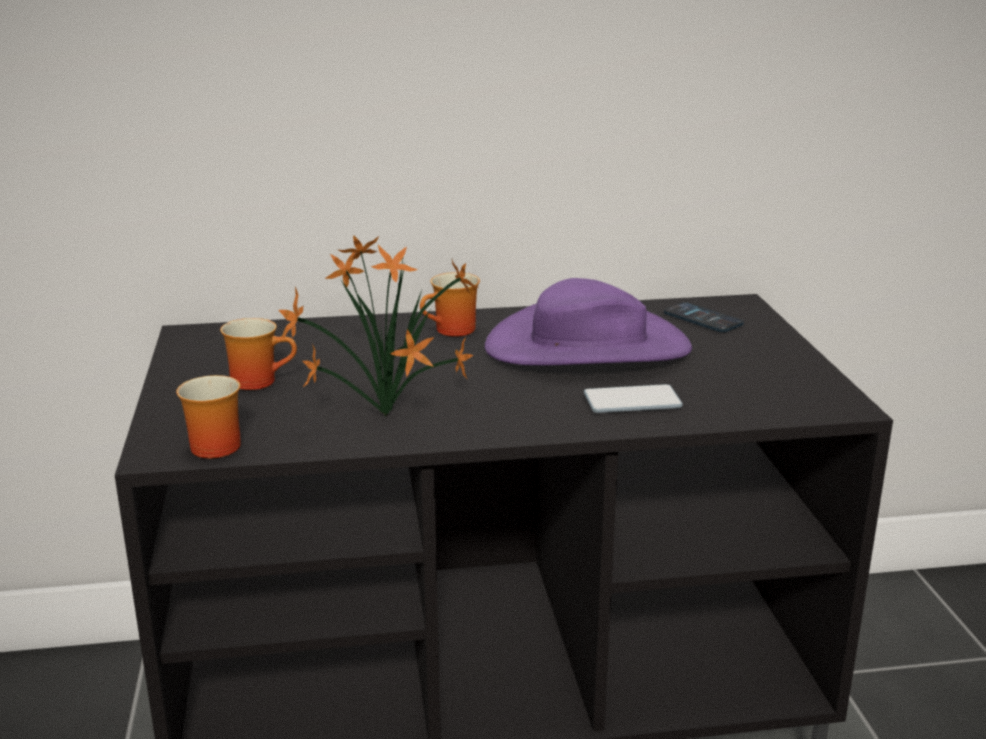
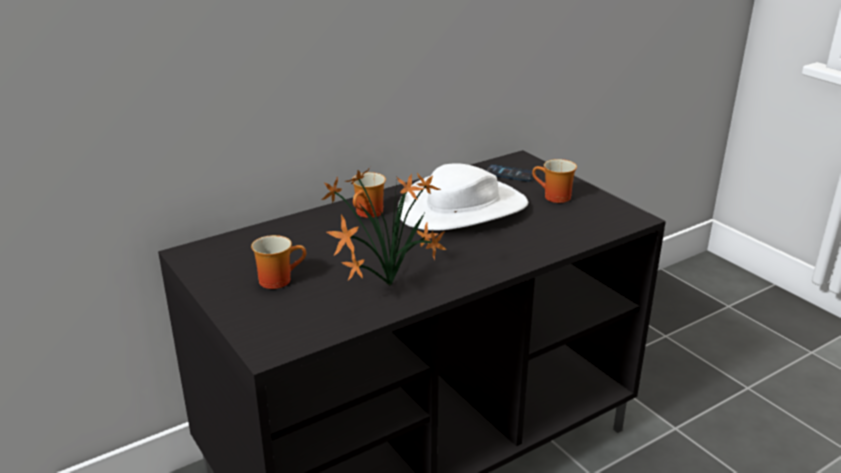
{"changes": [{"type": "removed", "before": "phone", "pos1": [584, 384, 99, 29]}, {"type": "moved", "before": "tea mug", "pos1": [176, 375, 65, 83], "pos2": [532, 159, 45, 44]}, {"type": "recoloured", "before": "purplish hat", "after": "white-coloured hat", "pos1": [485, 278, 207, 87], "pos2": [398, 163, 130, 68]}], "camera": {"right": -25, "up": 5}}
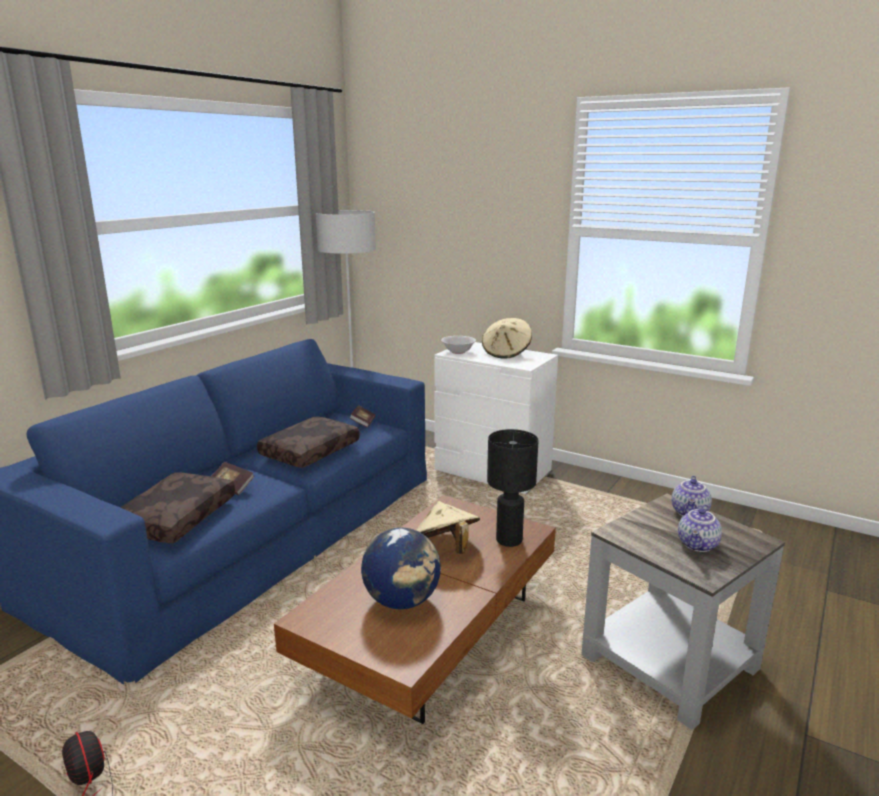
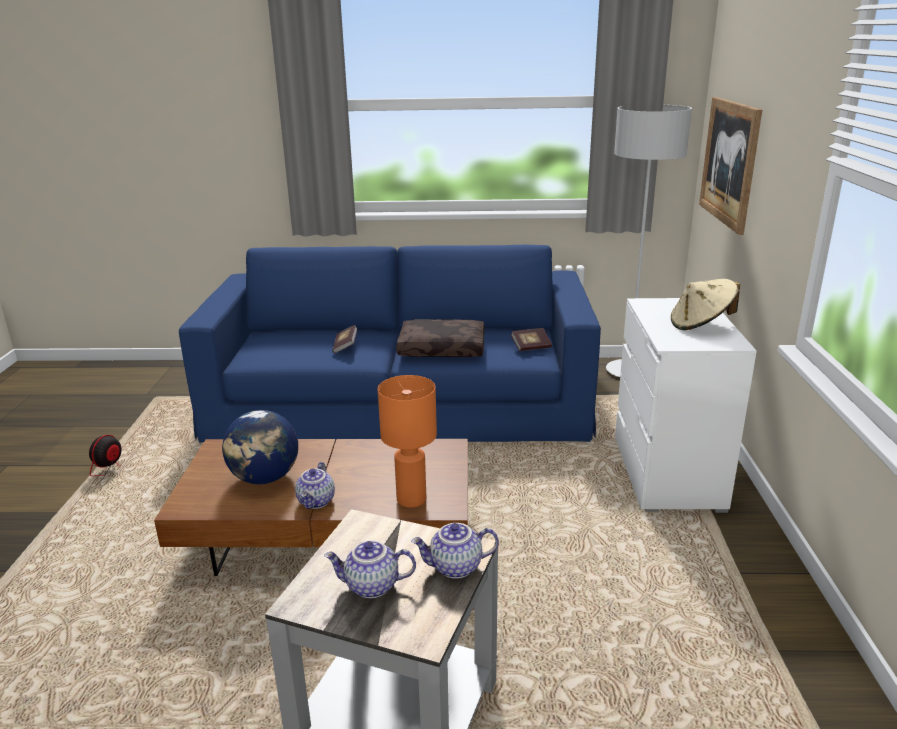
{"changes": [{"type": "removed", "before": "brownish pillow", "pos1": [120, 472, 115, 71]}, {"type": "removed", "before": "sand-coloured hat", "pos1": [416, 501, 64, 53]}, {"type": "removed", "before": "white-coloured bowl", "pos1": [441, 336, 35, 18]}, {"type": "added", "after": "tea pot", "pos2": [295, 462, 40, 47]}, {"type": "added", "after": "wall picture", "pos2": [699, 97, 63, 138]}, {"type": "recoloured", "before": "blackish tabletop lamp", "after": "orange-coloured tabletop lamp", "pos1": [487, 429, 52, 118], "pos2": [378, 375, 59, 133]}], "camera": {"right": 60, "up": 5}}
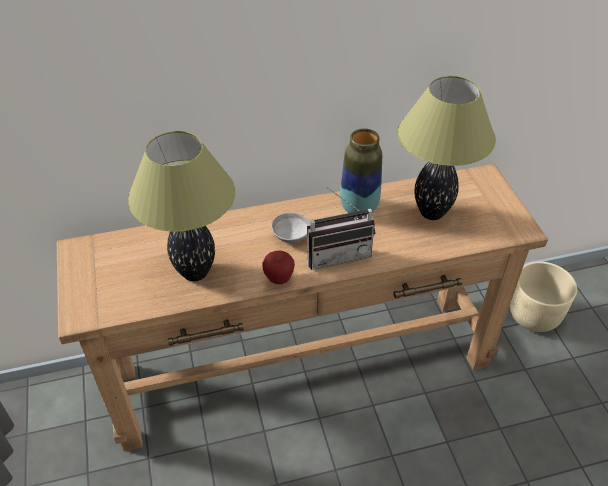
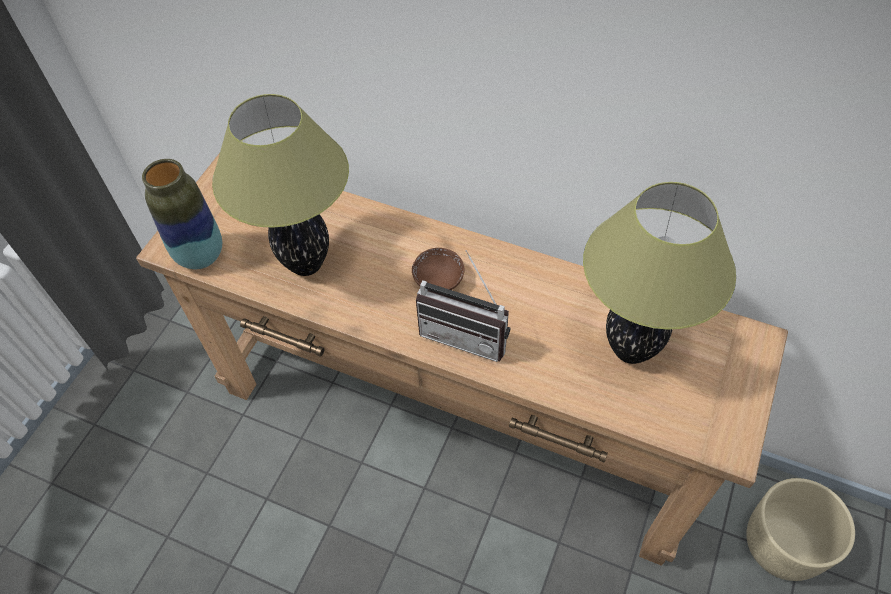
{"changes": [{"type": "removed", "before": "apple", "pos1": [262, 250, 33, 34]}, {"type": "moved", "before": "decorative vase", "pos1": [340, 129, 42, 84], "pos2": [142, 159, 80, 110]}, {"type": "recoloured", "before": "greyish bowl", "after": "brownish bowl", "pos1": [271, 212, 39, 31], "pos2": [412, 248, 52, 42]}], "camera": {"right": 40, "up": 10}}
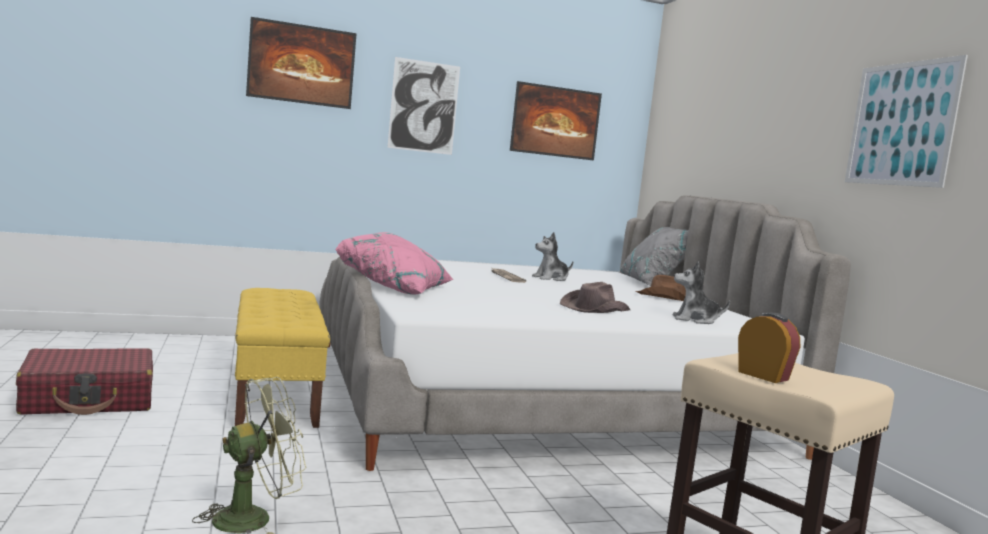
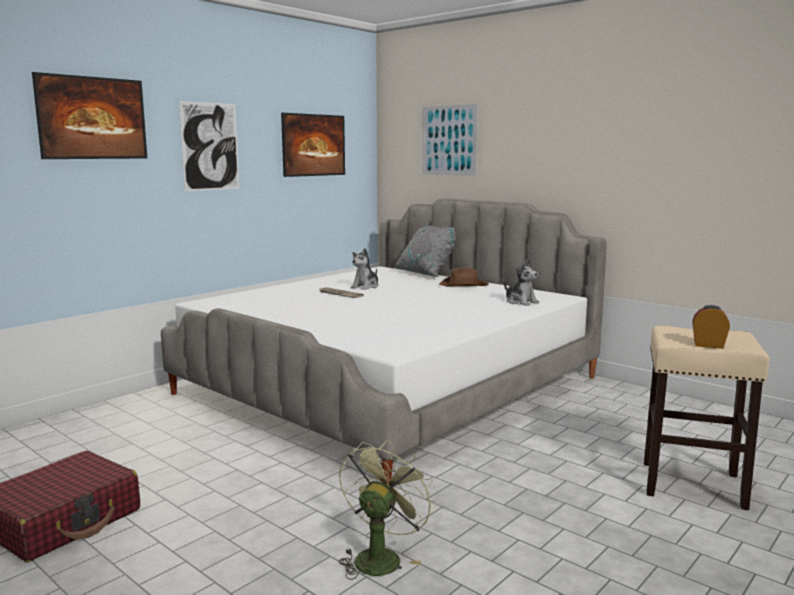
{"changes": [{"type": "removed", "before": "yellowish indoor bench", "pos1": [235, 288, 95, 140]}, {"type": "removed", "before": "pink pillow", "pos1": [335, 232, 119, 62]}, {"type": "removed", "before": "brownish hat", "pos1": [560, 282, 70, 31]}, {"type": "moved", "before": "wall picture", "pos1": [845, 55, 123, 133], "pos2": [422, 104, 56, 72]}, {"type": "turned", "before": "soft toy", "pos1": [673, 262, 57, 62], "pos2": [504, 259, 35, 47], "turn": -105}], "camera": {"right": -30, "up": 5}}
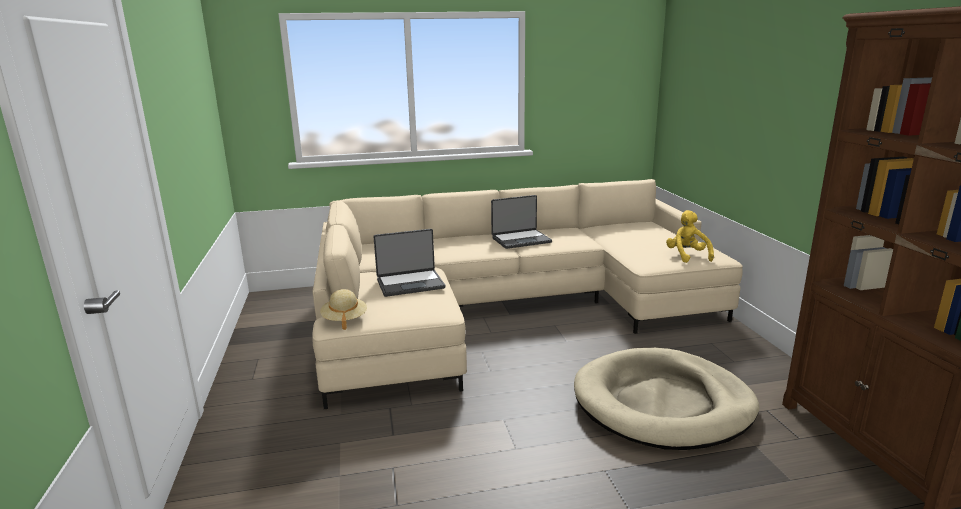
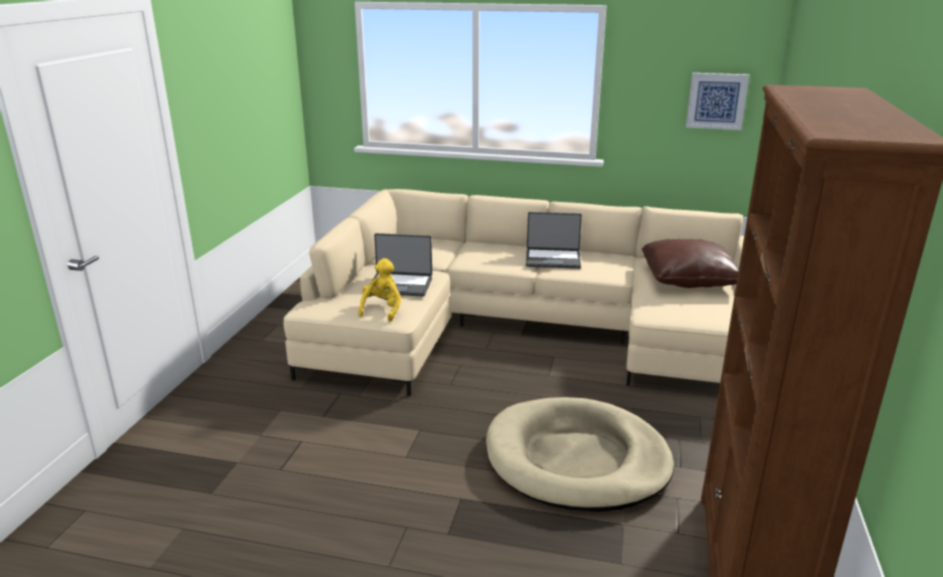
{"changes": [{"type": "removed", "before": "sand-coloured hat", "pos1": [320, 289, 47, 41]}, {"type": "added", "after": "brownish pillow", "pos2": [642, 239, 97, 49]}, {"type": "added", "after": "wall picture", "pos2": [686, 73, 63, 57]}, {"type": "moved", "before": "yellowish soft toy", "pos1": [666, 210, 48, 53], "pos2": [358, 258, 43, 64]}], "camera": {"right": 25, "up": 5}}
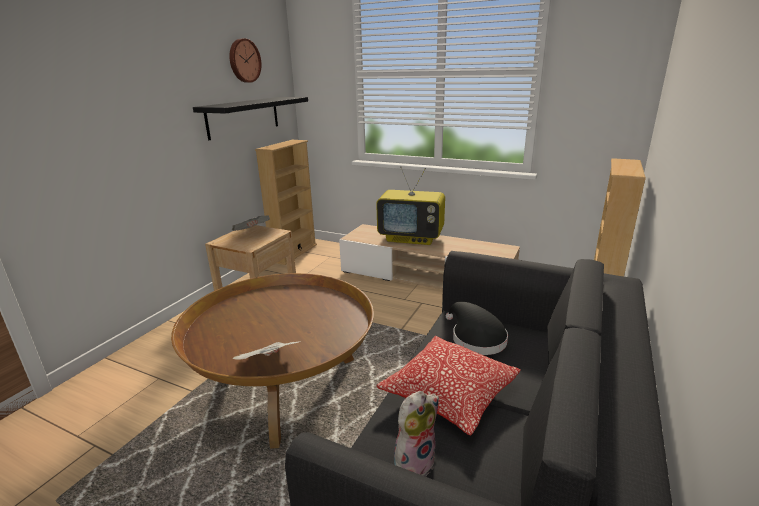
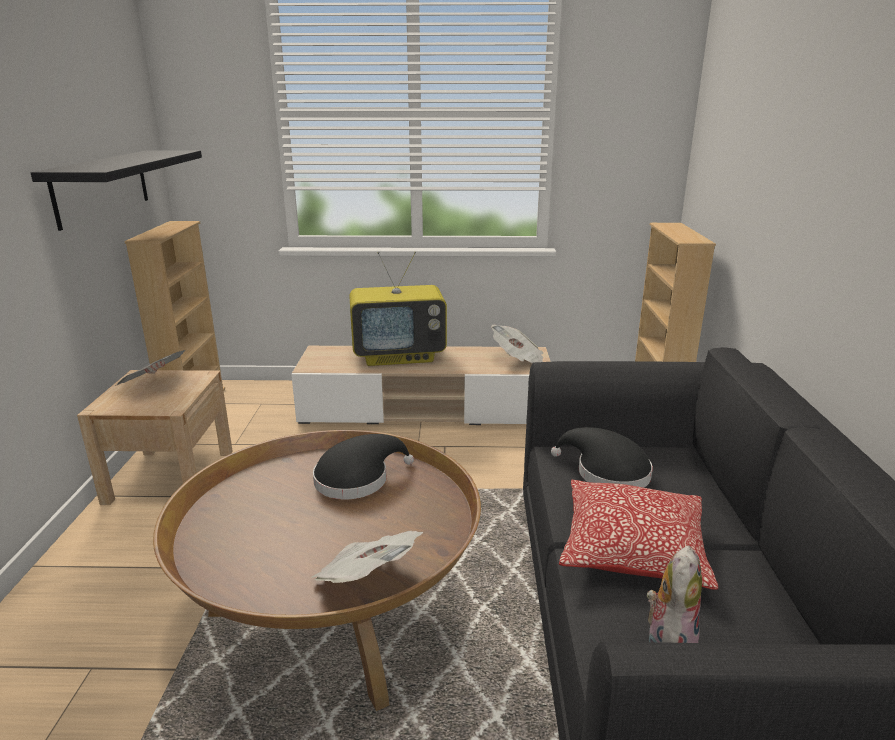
{"changes": [{"type": "removed", "before": "hanging clock", "pos1": [229, 38, 32, 45]}, {"type": "added", "after": "blackish hat", "pos2": [313, 434, 101, 66]}, {"type": "added", "after": "printed paper", "pos2": [491, 325, 52, 38]}], "camera": {"right": -25, "up": 0}}
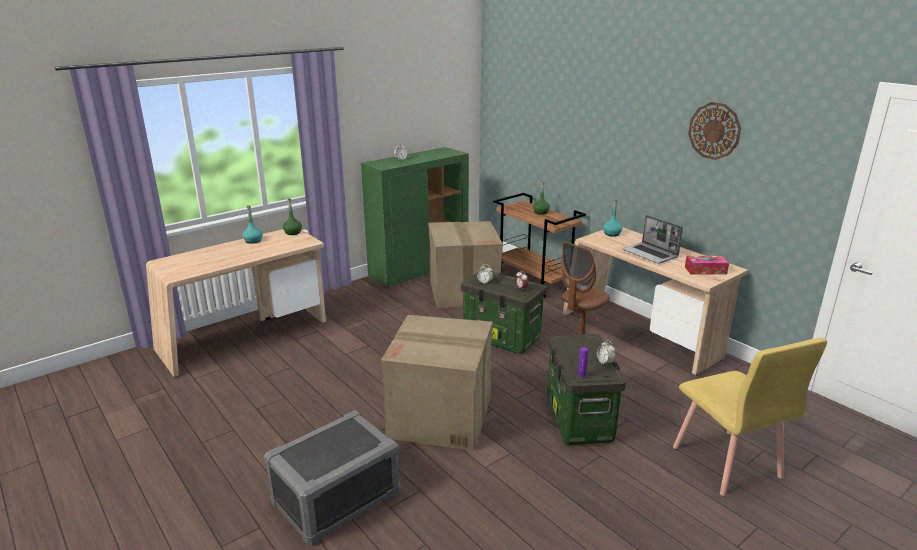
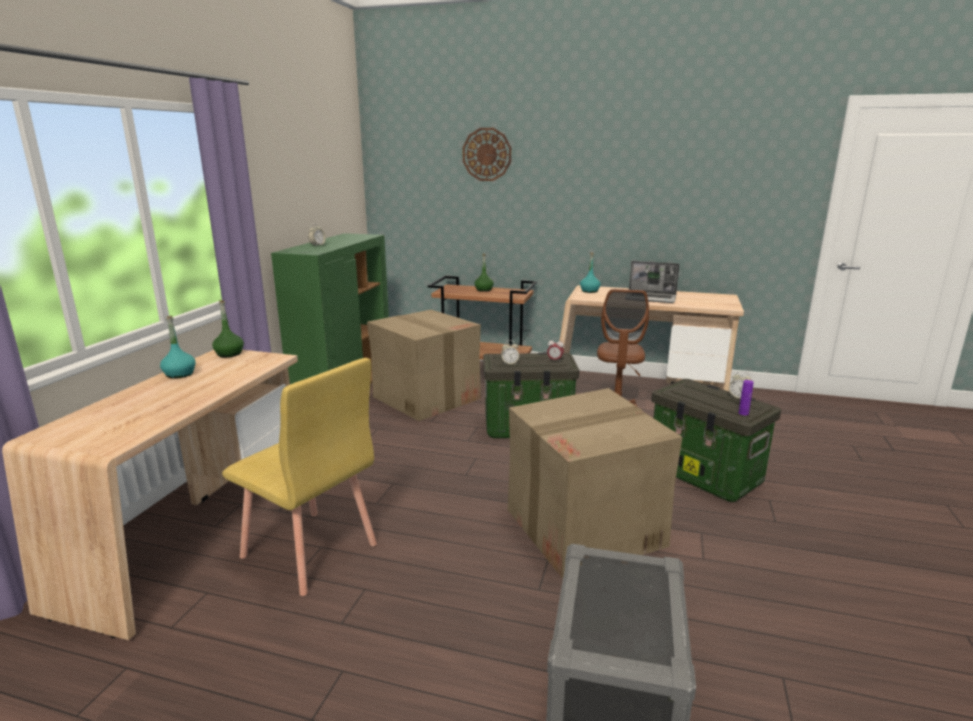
{"changes": [{"type": "removed", "before": "tissue holder", "pos1": [685, 256, 44, 19]}, {"type": "moved", "before": "yellowish upright chair", "pos1": [673, 338, 154, 158], "pos2": [222, 358, 155, 238]}, {"type": "moved", "before": "hanging clock", "pos1": [688, 102, 53, 58], "pos2": [463, 128, 48, 53]}], "camera": {"right": -35, "up": -5}}
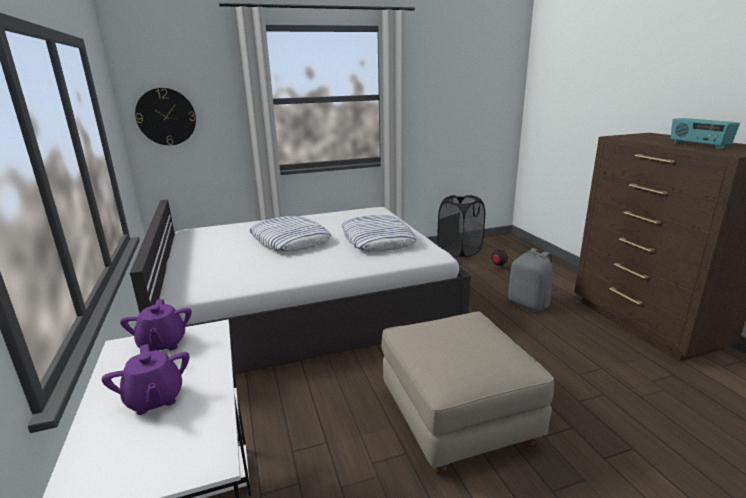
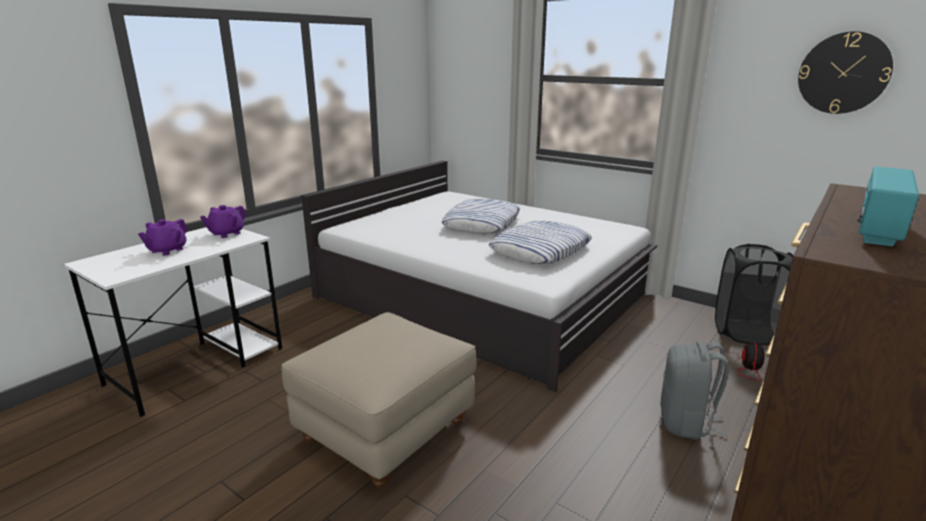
{"changes": [{"type": "moved", "before": "hanging clock", "pos1": [135, 88, 61, 57], "pos2": [798, 31, 95, 83]}], "camera": {"right": 55, "up": 0}}
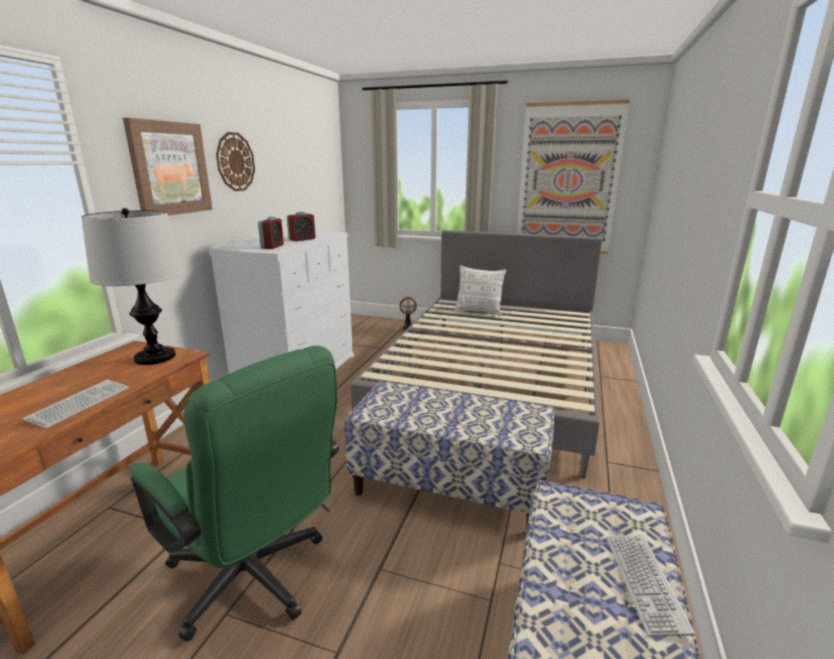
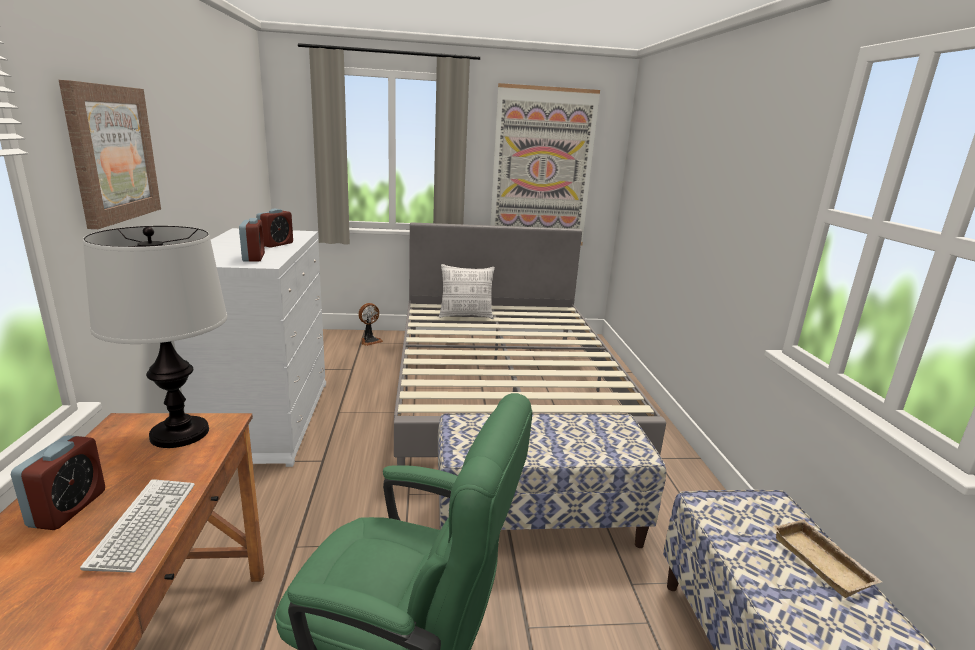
{"changes": [{"type": "removed", "before": "hanging clock", "pos1": [216, 132, 39, 59]}, {"type": "added", "after": "bedside clock", "pos2": [11, 435, 94, 95]}, {"type": "replaced", "before": "keyboard", "after": "sand-coloured carrying tray", "pos1": [607, 536, 88, 100], "pos2": [773, 519, 109, 79]}], "camera": {"right": -25, "up": 0}}
